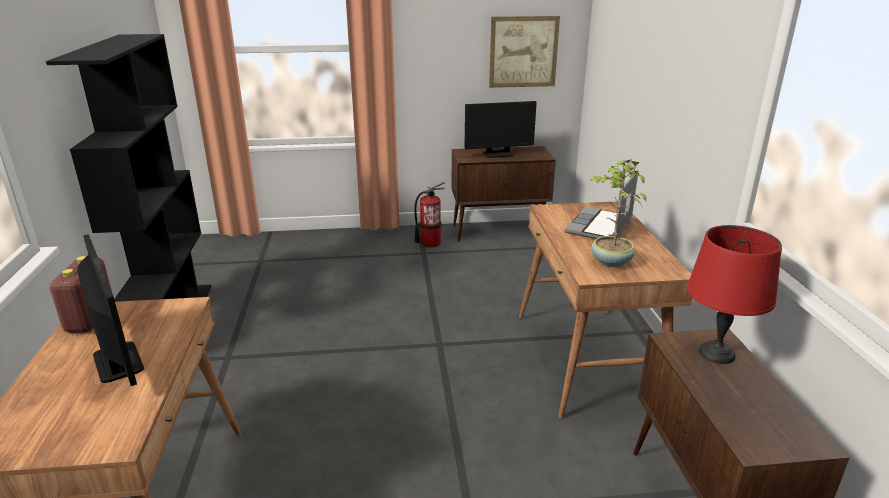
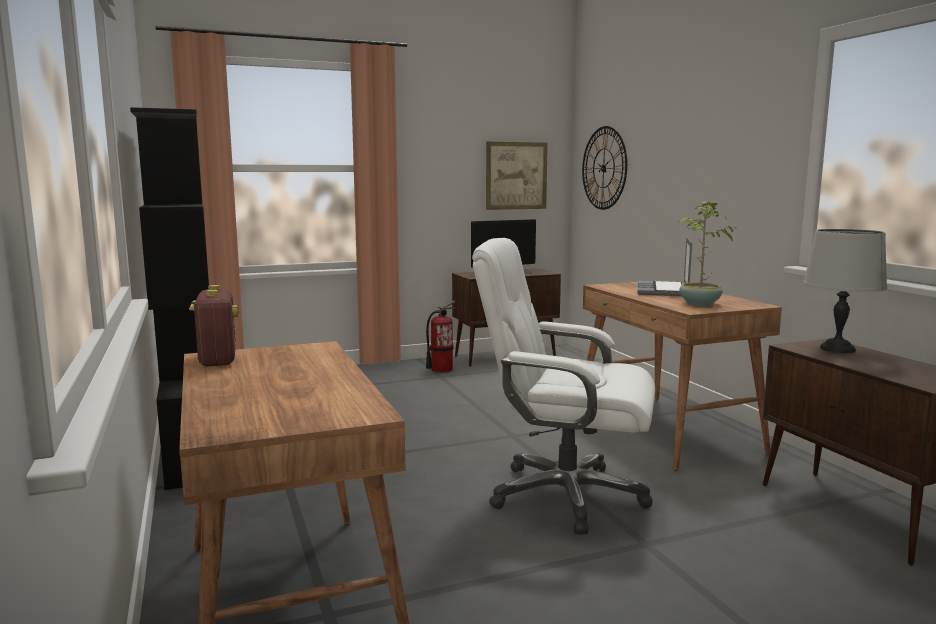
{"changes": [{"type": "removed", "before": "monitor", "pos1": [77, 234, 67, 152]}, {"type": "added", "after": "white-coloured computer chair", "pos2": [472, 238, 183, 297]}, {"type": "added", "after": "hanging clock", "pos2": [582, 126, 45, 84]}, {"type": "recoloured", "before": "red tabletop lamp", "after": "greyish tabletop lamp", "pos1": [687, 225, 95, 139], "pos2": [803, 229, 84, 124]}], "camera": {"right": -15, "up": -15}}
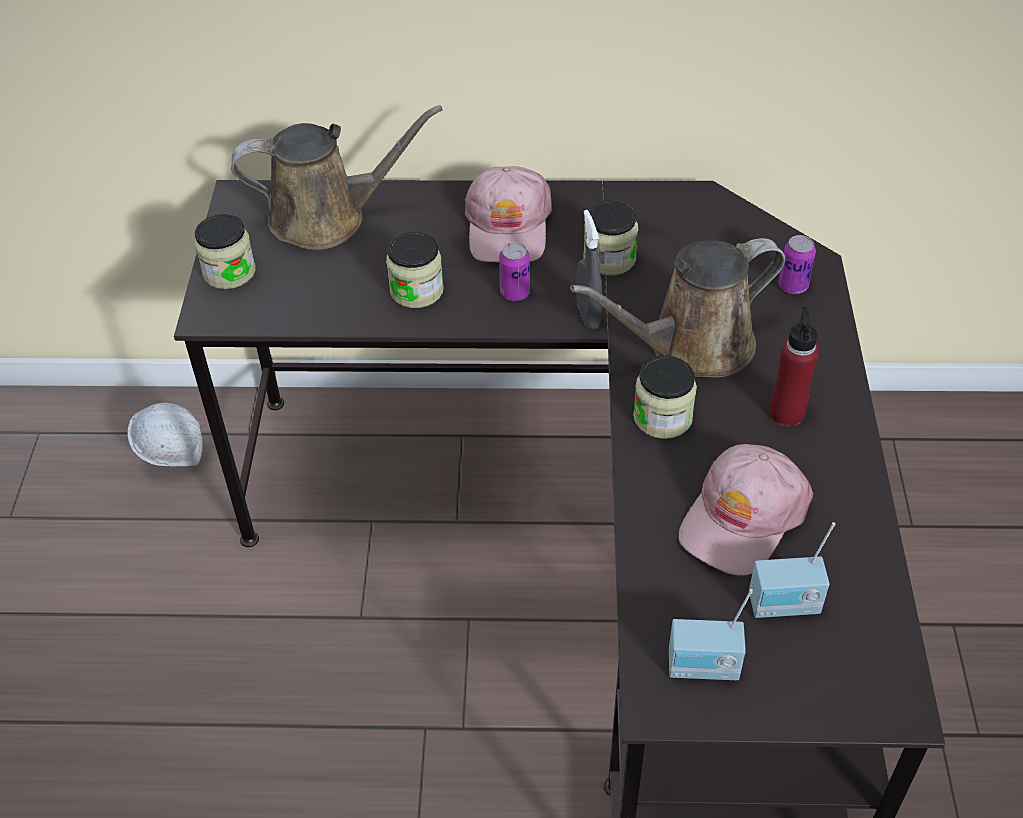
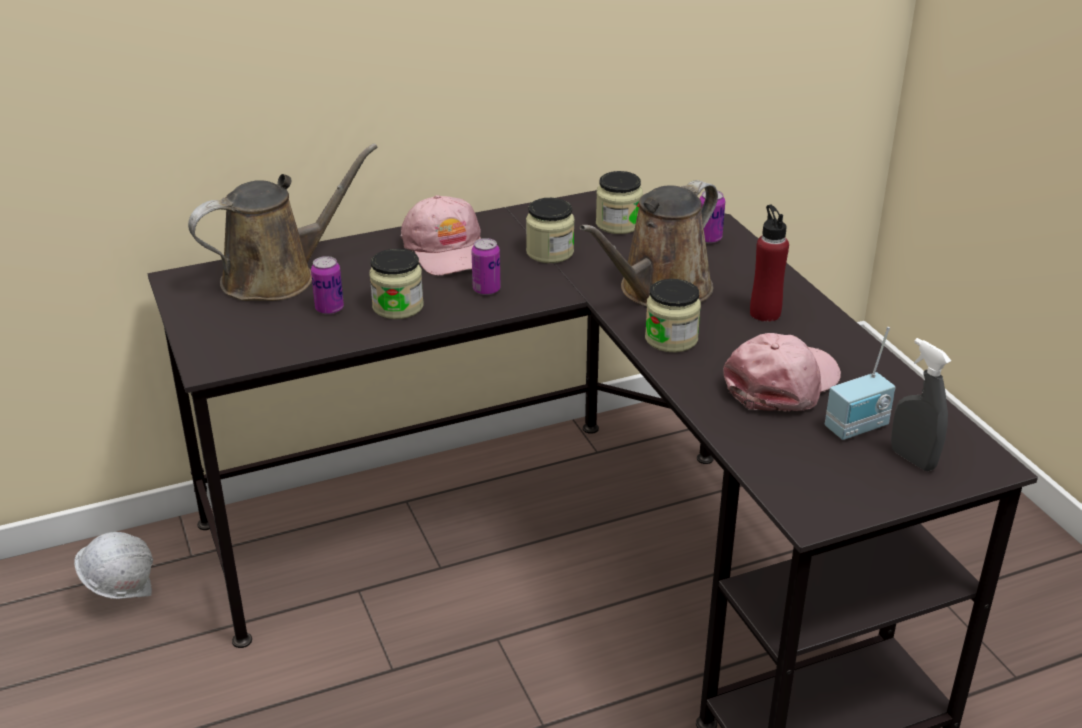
{"changes": [{"type": "removed", "before": "radio set", "pos1": [669, 589, 84, 91]}, {"type": "added", "after": "metal can", "pos2": [311, 256, 33, 59]}, {"type": "moved", "before": "storage jar", "pos1": [195, 214, 61, 75], "pos2": [596, 171, 47, 63]}, {"type": "moved", "before": "greyish spray bottle", "pos1": [576, 210, 26, 119], "pos2": [891, 338, 60, 133]}, {"type": "turned", "before": "pink cap", "pos1": [679, 444, 134, 132], "pos2": [723, 333, 118, 79], "turn": -150}], "camera": {"right": -25, "up": -15}}
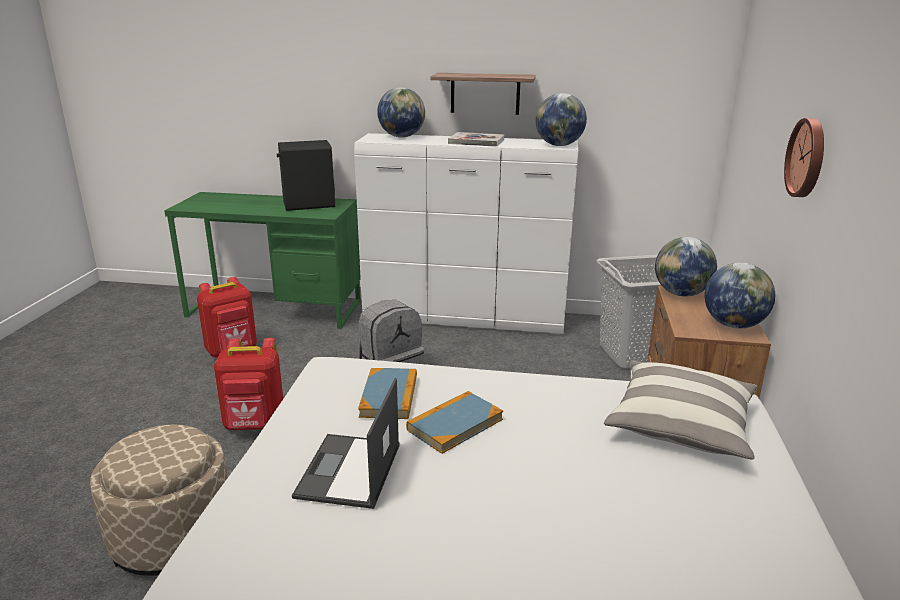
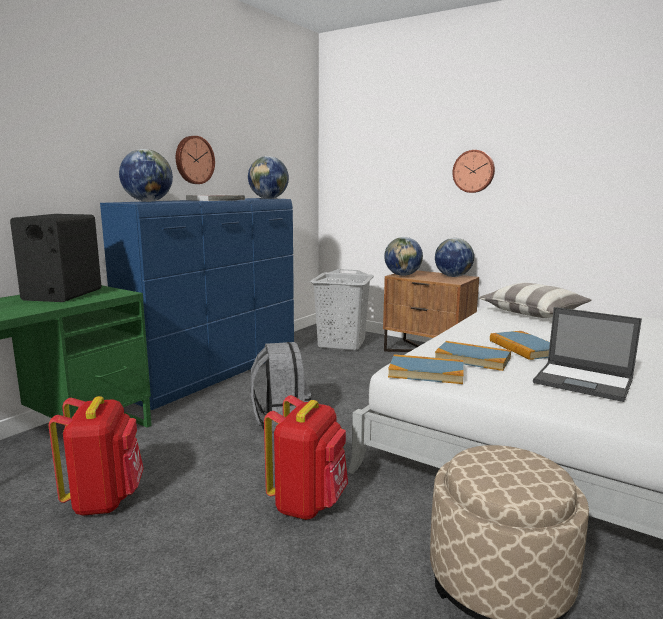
{"changes": [{"type": "added", "after": "volume", "pos2": [388, 354, 76, 30]}, {"type": "replaced", "before": "bracket shelf", "after": "hanging clock", "pos1": [430, 73, 106, 42], "pos2": [176, 136, 39, 48]}, {"type": "recoloured", "before": "white-coloured drawer chest", "after": "blue-coloured drawer chest", "pos1": [354, 133, 224, 201], "pos2": [100, 198, 194, 212]}], "camera": {"right": -65, "up": -10}}
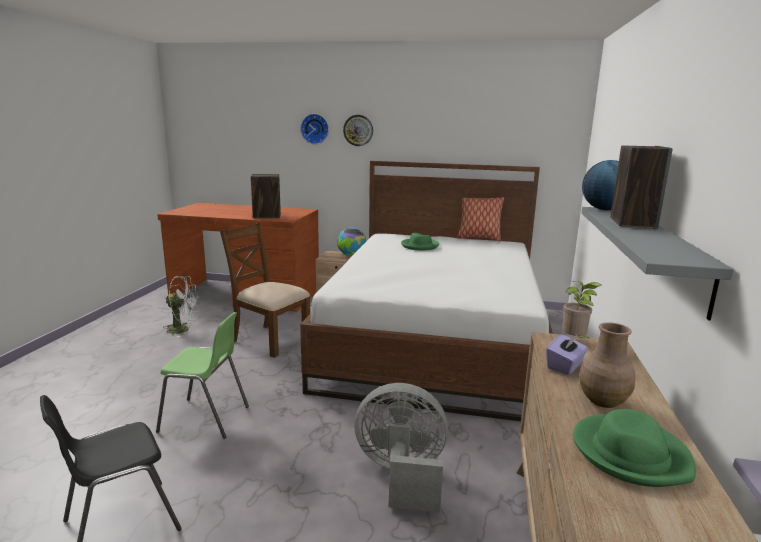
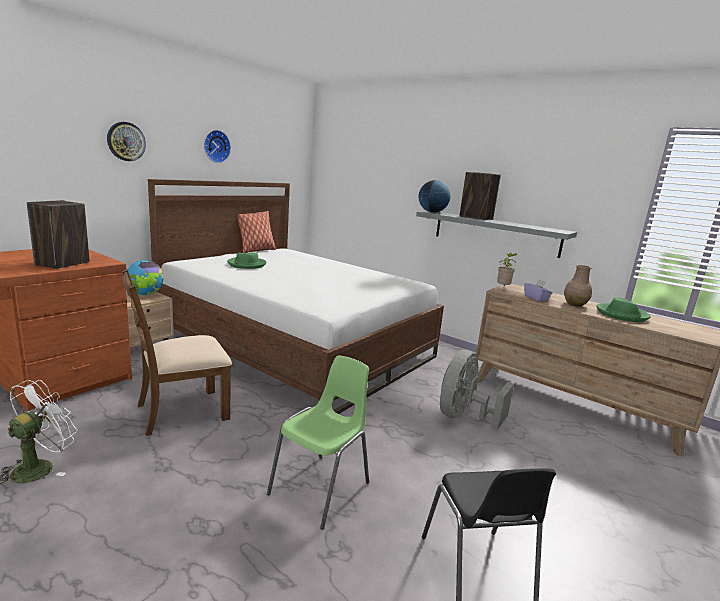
{"changes": [{"type": "moved", "before": "hanging clock", "pos1": [300, 114, 29, 31], "pos2": [204, 130, 27, 33]}], "camera": {"right": -65, "up": 0}}
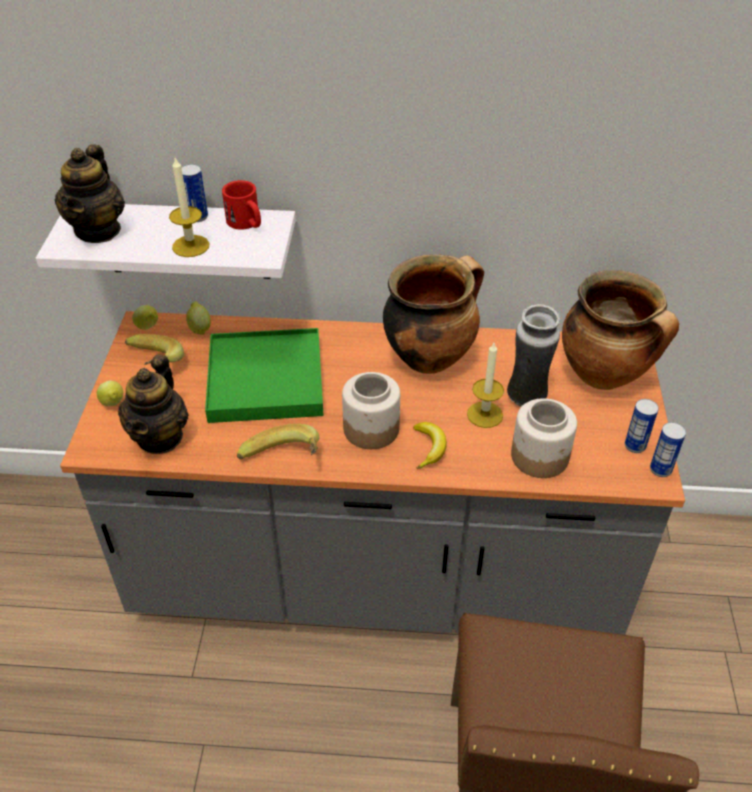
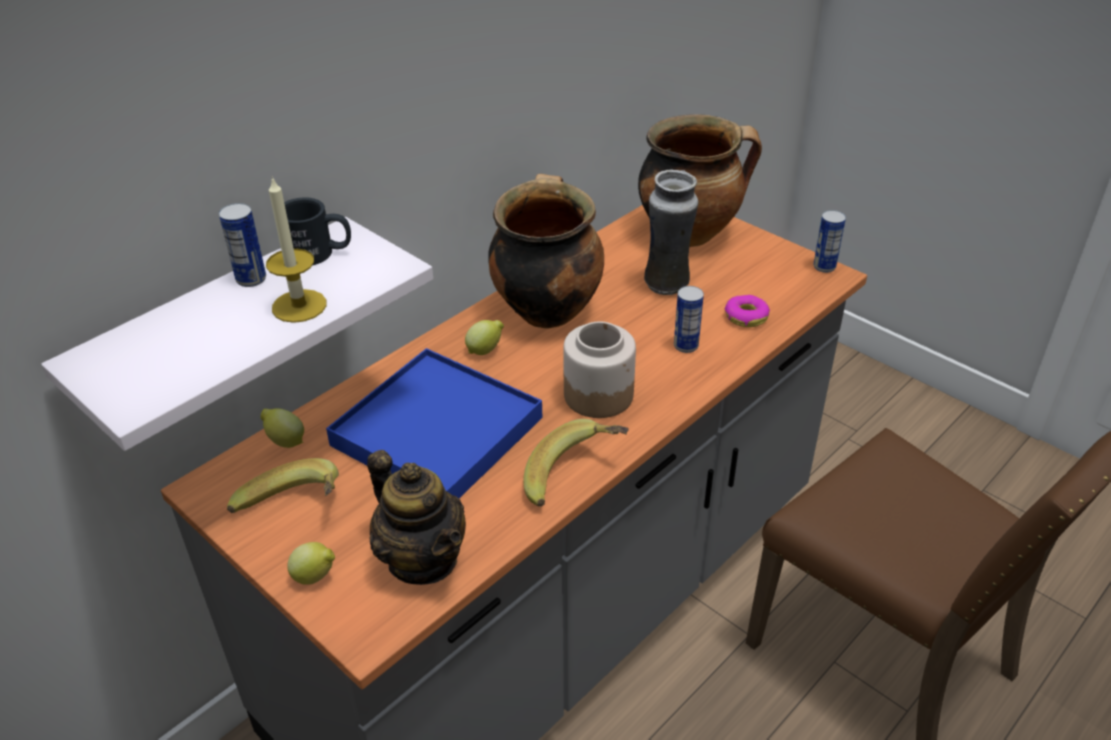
{"changes": [{"type": "removed", "before": "tea pot", "pos1": [54, 144, 71, 99]}, {"type": "removed", "before": "banana", "pos1": [413, 422, 34, 47]}, {"type": "removed", "before": "wax candle", "pos1": [467, 343, 37, 85]}, {"type": "moved", "before": "whole lemon", "pos1": [132, 305, 26, 25], "pos2": [465, 320, 39, 35]}, {"type": "moved", "before": "metal can", "pos1": [625, 399, 34, 54], "pos2": [674, 286, 30, 67]}, {"type": "replaced", "before": "storage jar", "after": "ring doughnut", "pos1": [511, 398, 66, 80], "pos2": [725, 295, 45, 32]}, {"type": "recoloured", "before": "green-coloured carrying tray", "after": "blue-coloured carrying tray", "pos1": [205, 328, 119, 95], "pos2": [326, 348, 216, 150]}, {"type": "recoloured", "before": "red tea mug", "after": "blackish tea mug", "pos1": [222, 180, 39, 50], "pos2": [284, 197, 67, 68]}], "camera": {"right": -50, "up": -5}}
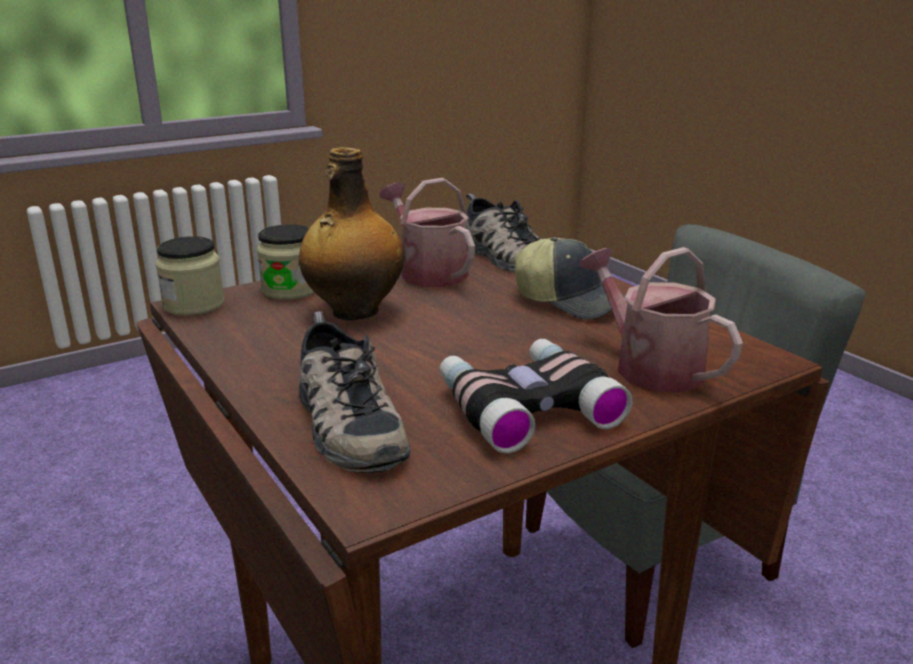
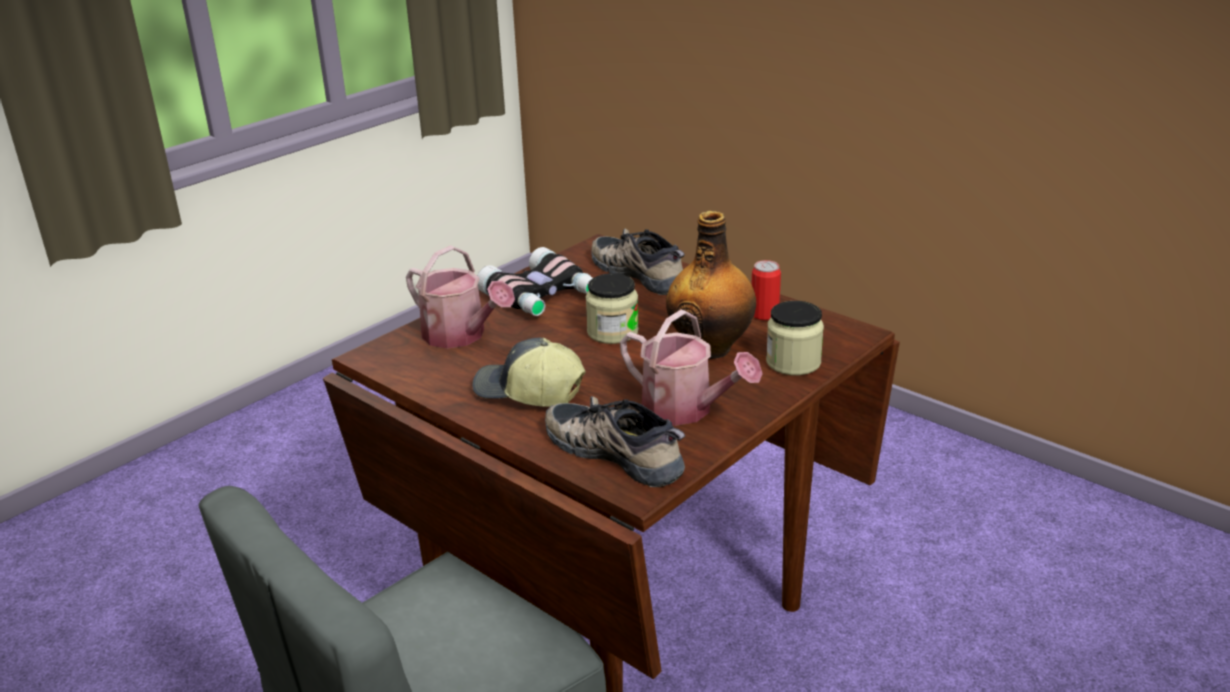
{"changes": [{"type": "added", "after": "metal can", "pos2": [752, 260, 29, 60]}, {"type": "moved", "before": "storage jar", "pos1": [156, 236, 68, 80], "pos2": [585, 273, 54, 71]}], "camera": {"right": 165, "up": 5}}
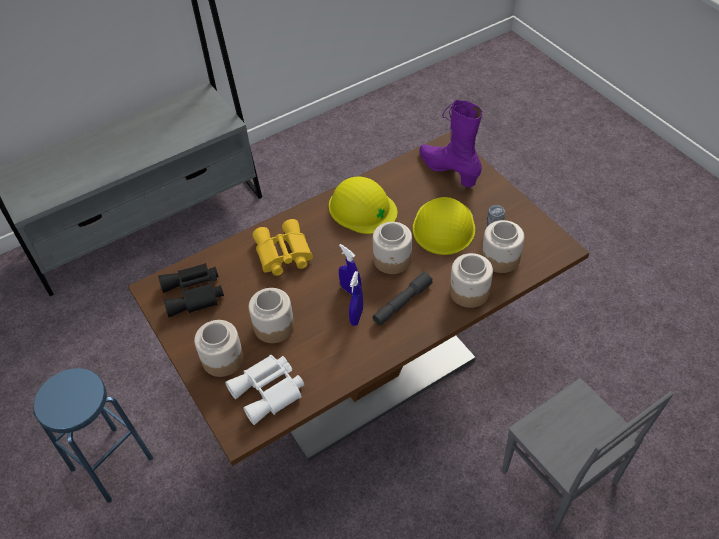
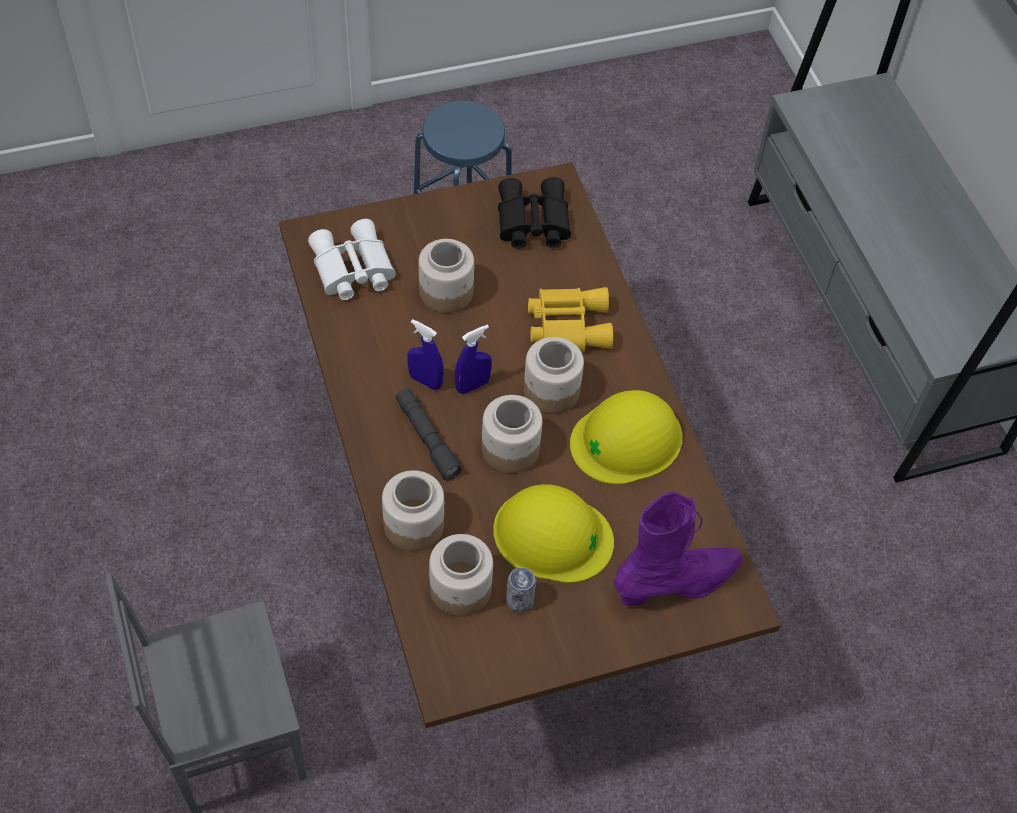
{"changes": [{"type": "moved", "before": "storage jar", "pos1": [194, 320, 50, 57], "pos2": [524, 337, 60, 77]}], "camera": {"right": 100, "up": 5}}
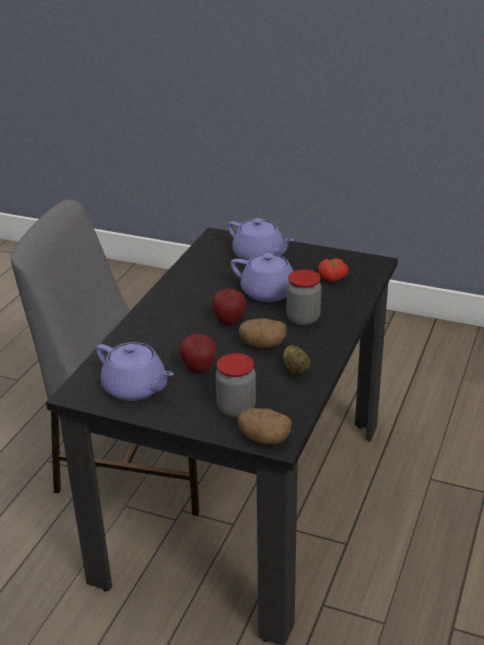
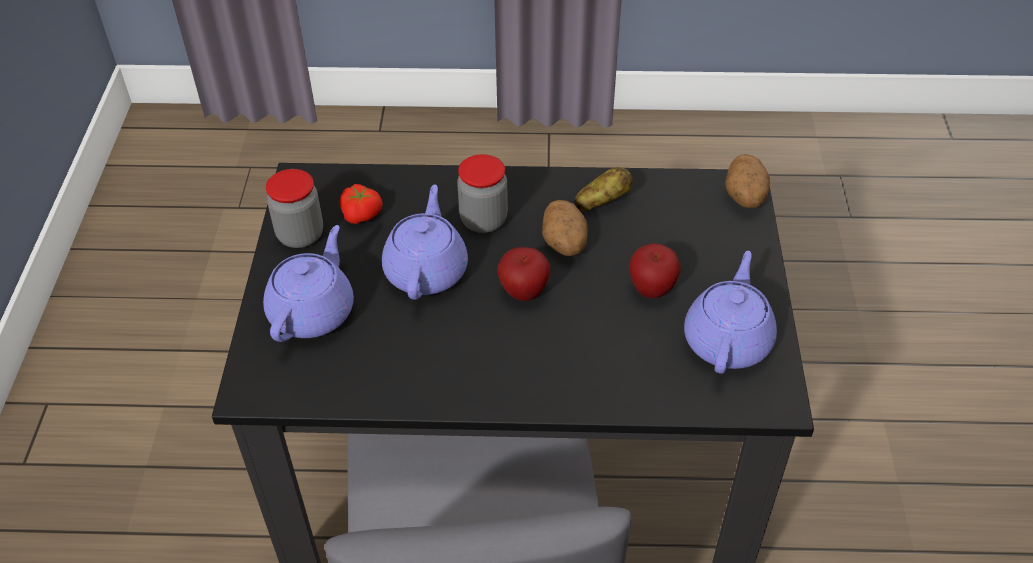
{"changes": [{"type": "moved", "before": "storage jar", "pos1": [216, 353, 40, 65], "pos2": [266, 169, 57, 79]}], "camera": {"right": -110, "up": 15}}
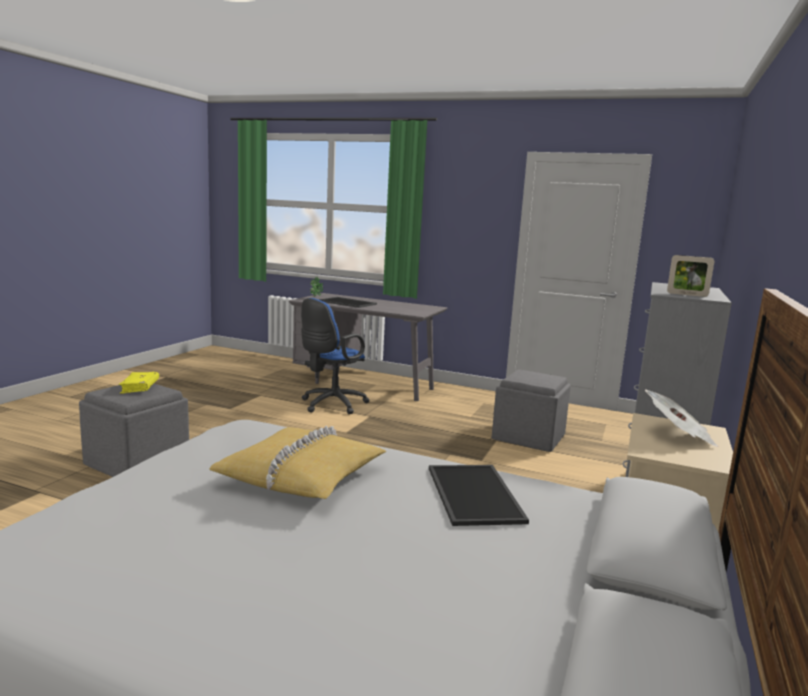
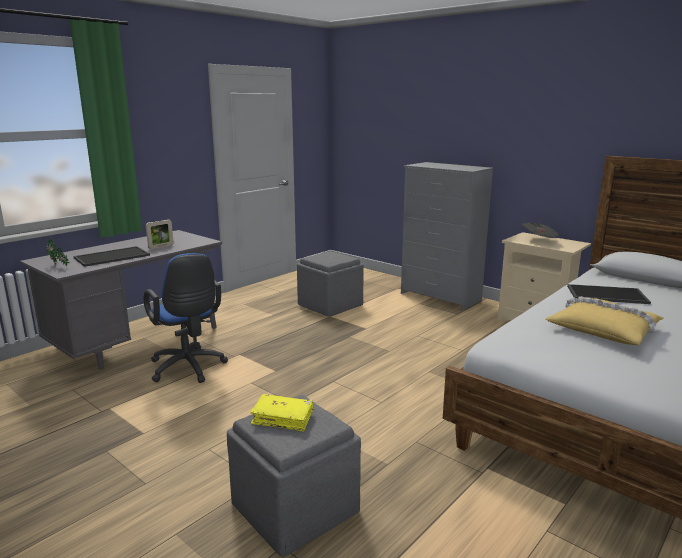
{"changes": [{"type": "moved", "before": "picture frame", "pos1": [667, 255, 47, 42], "pos2": [146, 219, 28, 30]}], "camera": {"right": -70, "up": 5}}
